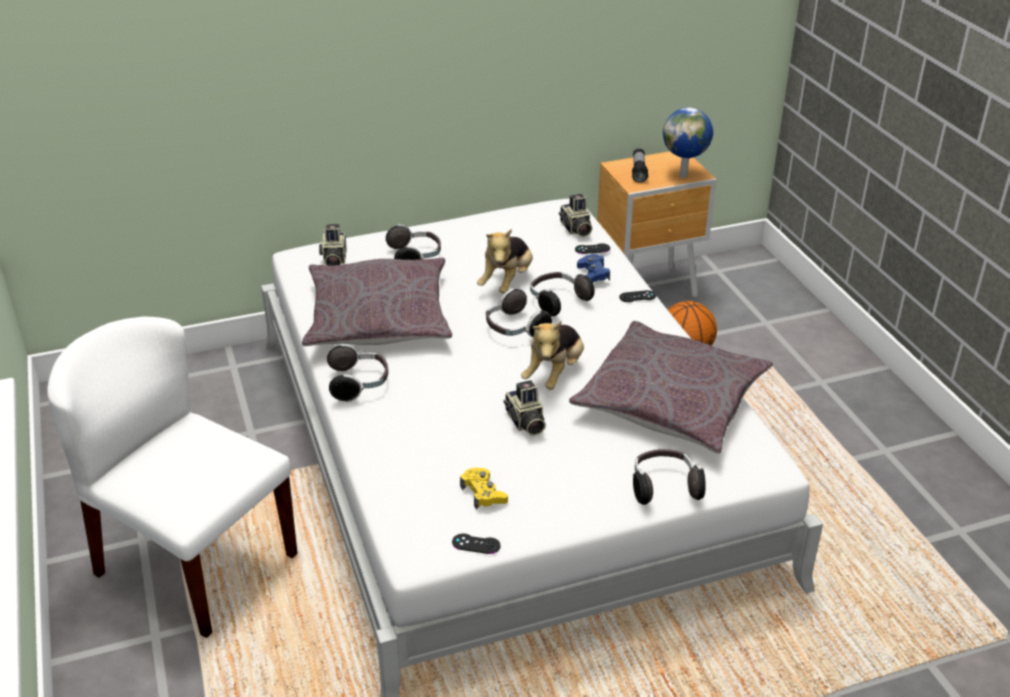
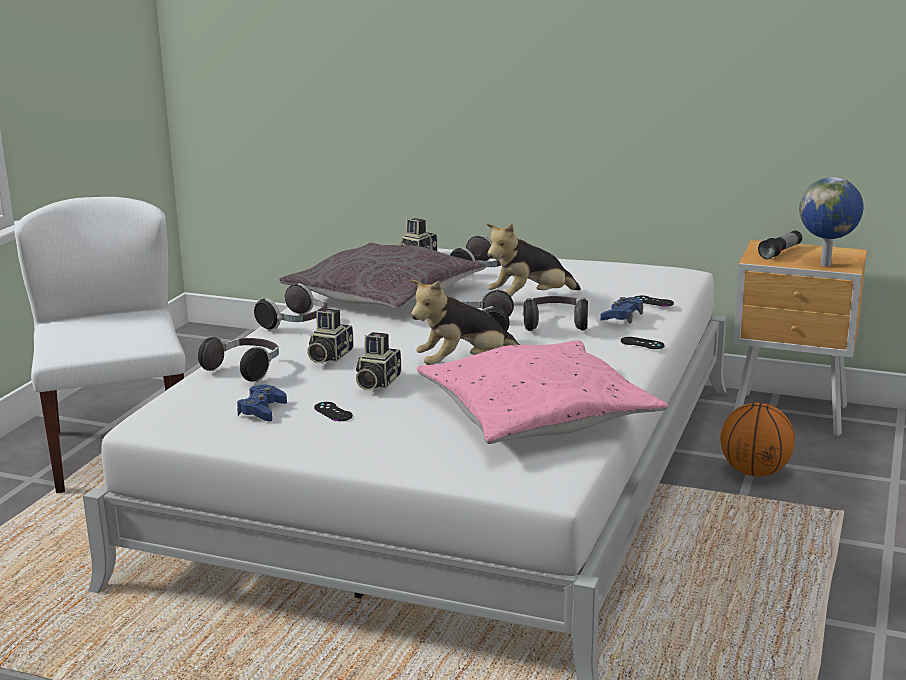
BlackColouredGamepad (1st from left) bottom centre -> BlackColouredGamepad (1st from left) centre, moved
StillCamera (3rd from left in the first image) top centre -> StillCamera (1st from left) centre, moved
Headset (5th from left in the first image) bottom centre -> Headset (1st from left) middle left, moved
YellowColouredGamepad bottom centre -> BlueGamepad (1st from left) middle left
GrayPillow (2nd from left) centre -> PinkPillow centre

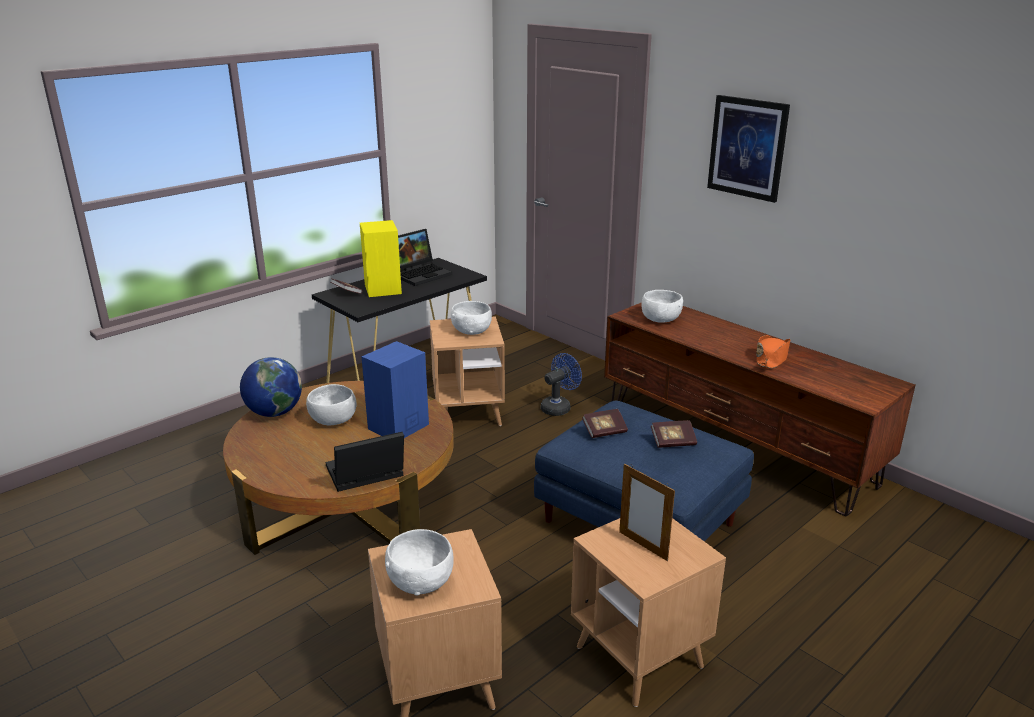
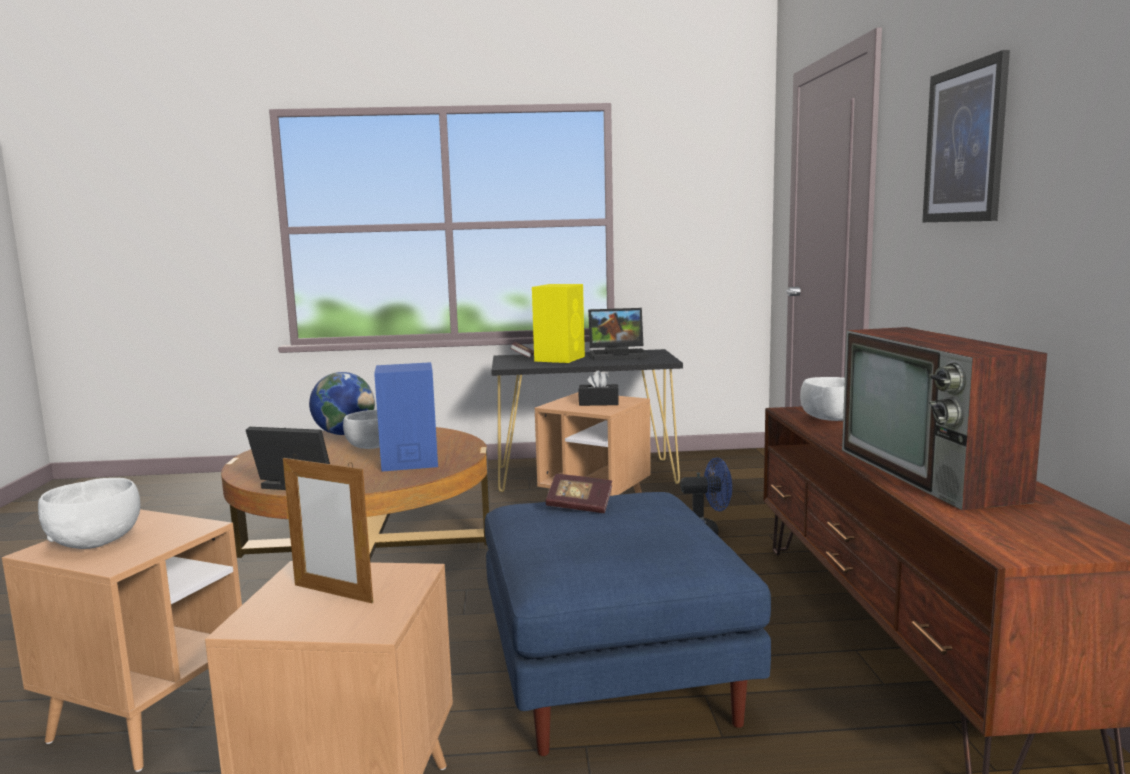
Book (3rd from left) centre -> none
WhiteBowl (3rd from left) centre -> BlackColouredBoxOfTissues centre
OrangeClothingHat middle right -> Television middle right
PhotoFrame bottom centre -> PhotoFrame bottom left, 60 degrees counterclockwise

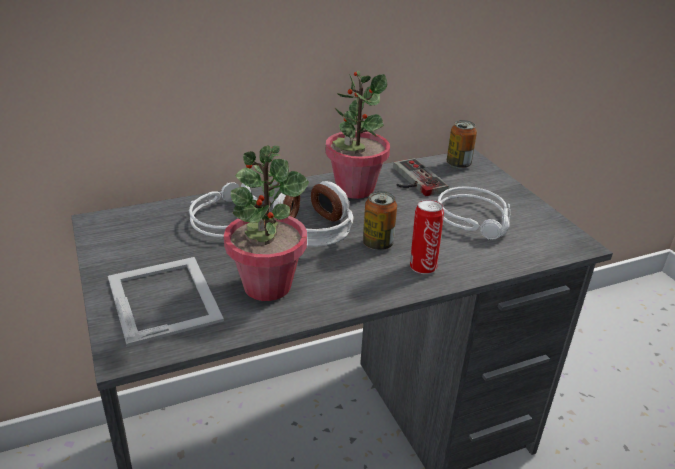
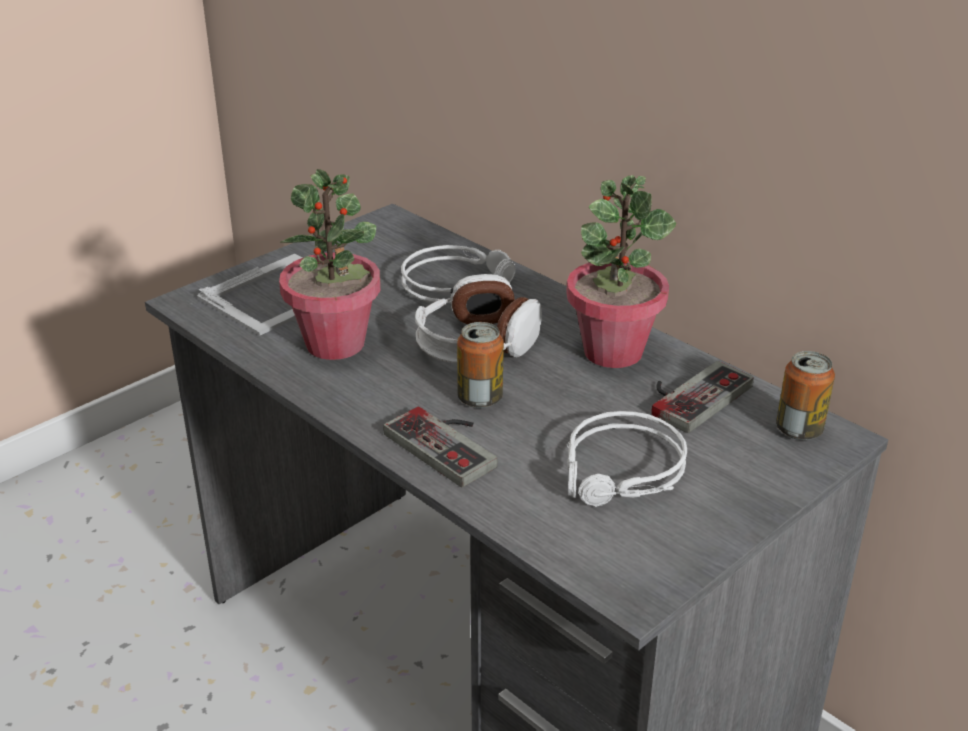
SealedCan (2nd from left) centre -> Gamepad (1st from left) centre

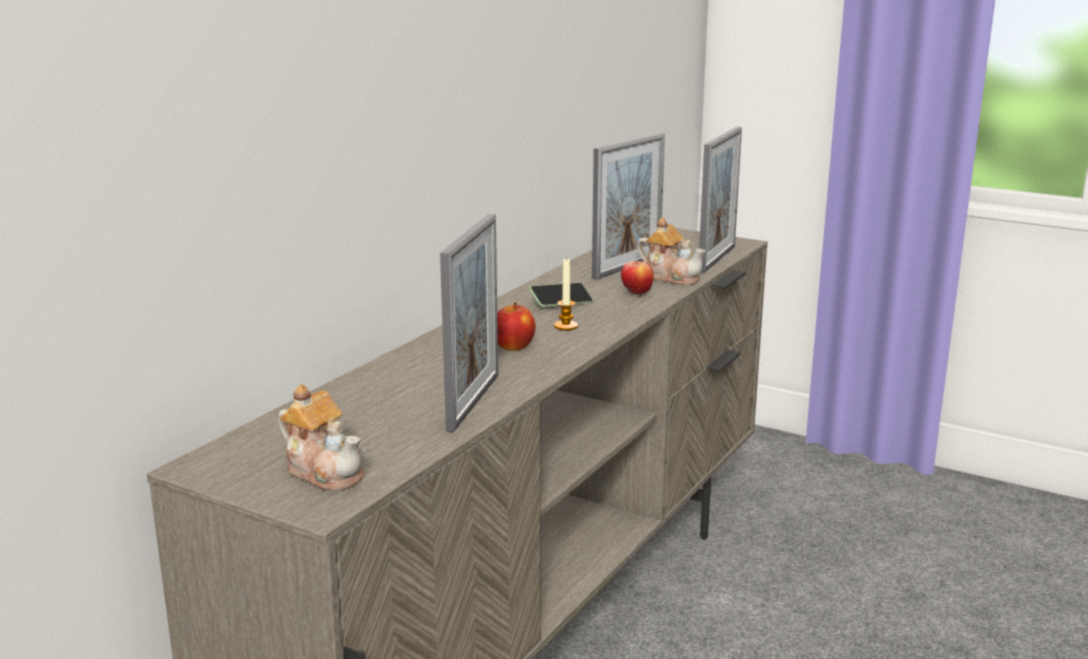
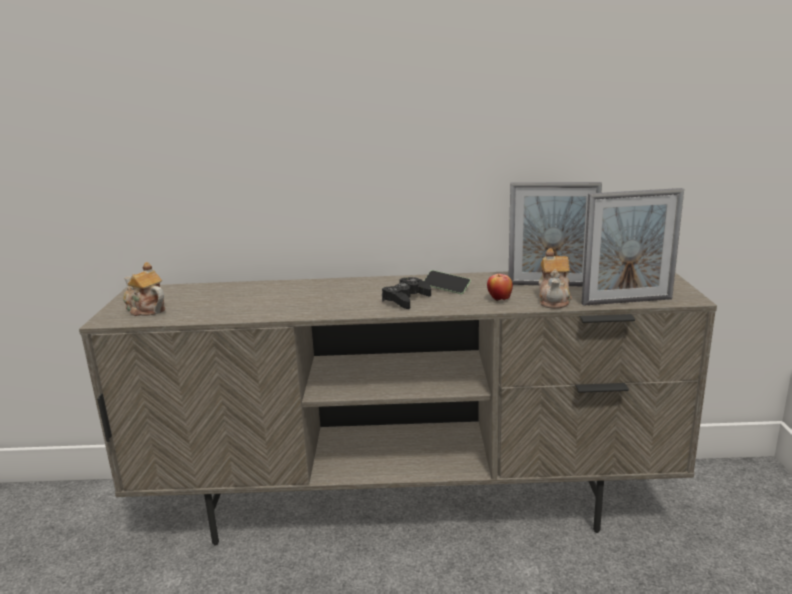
PhotoFrame (1st from left) centre -> none
Apple (1st from left) centre -> none
Candle centre -> BlackColouredGamepad centre
PotForTea (1st from left) middle left, 120 degrees clockwise

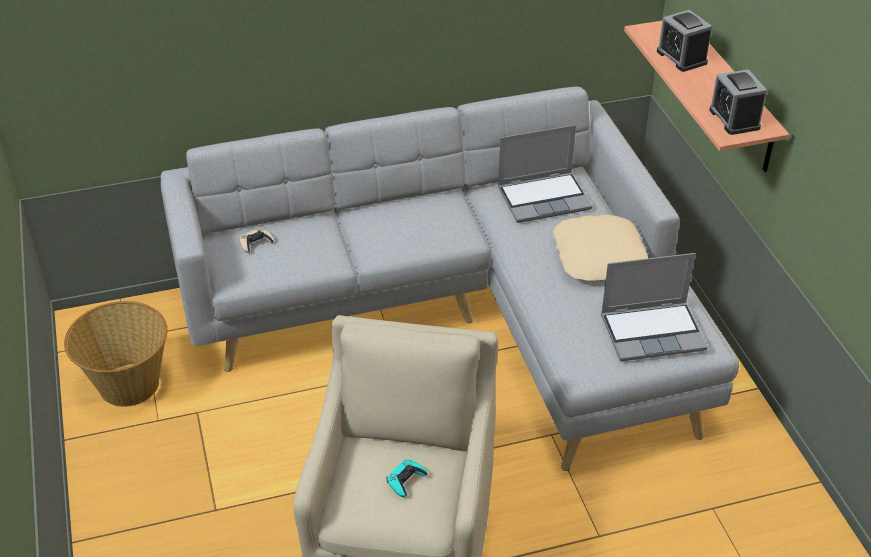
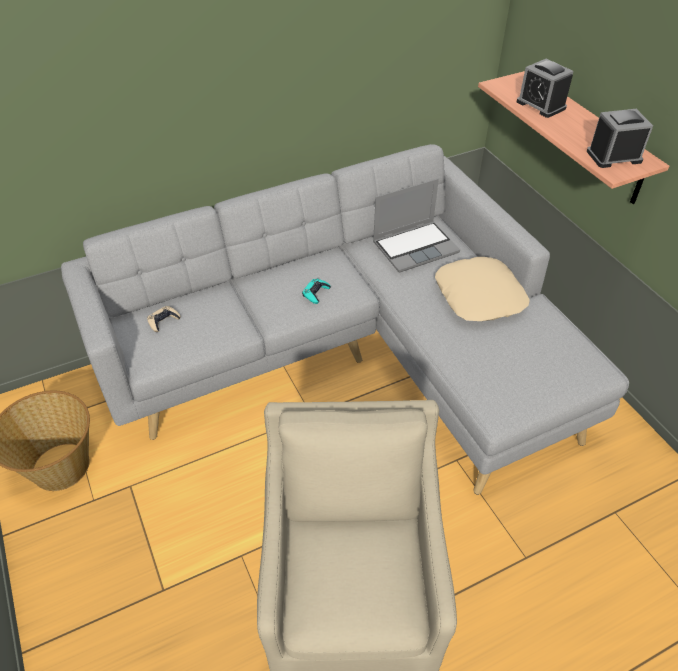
PortableComputer (2nd from left) middle right -> none
BlueGreenGamepad bottom centre -> BlueGreenGamepad centre, moved
BedsideClock (2nd from left) top right, 105 degrees clockwise

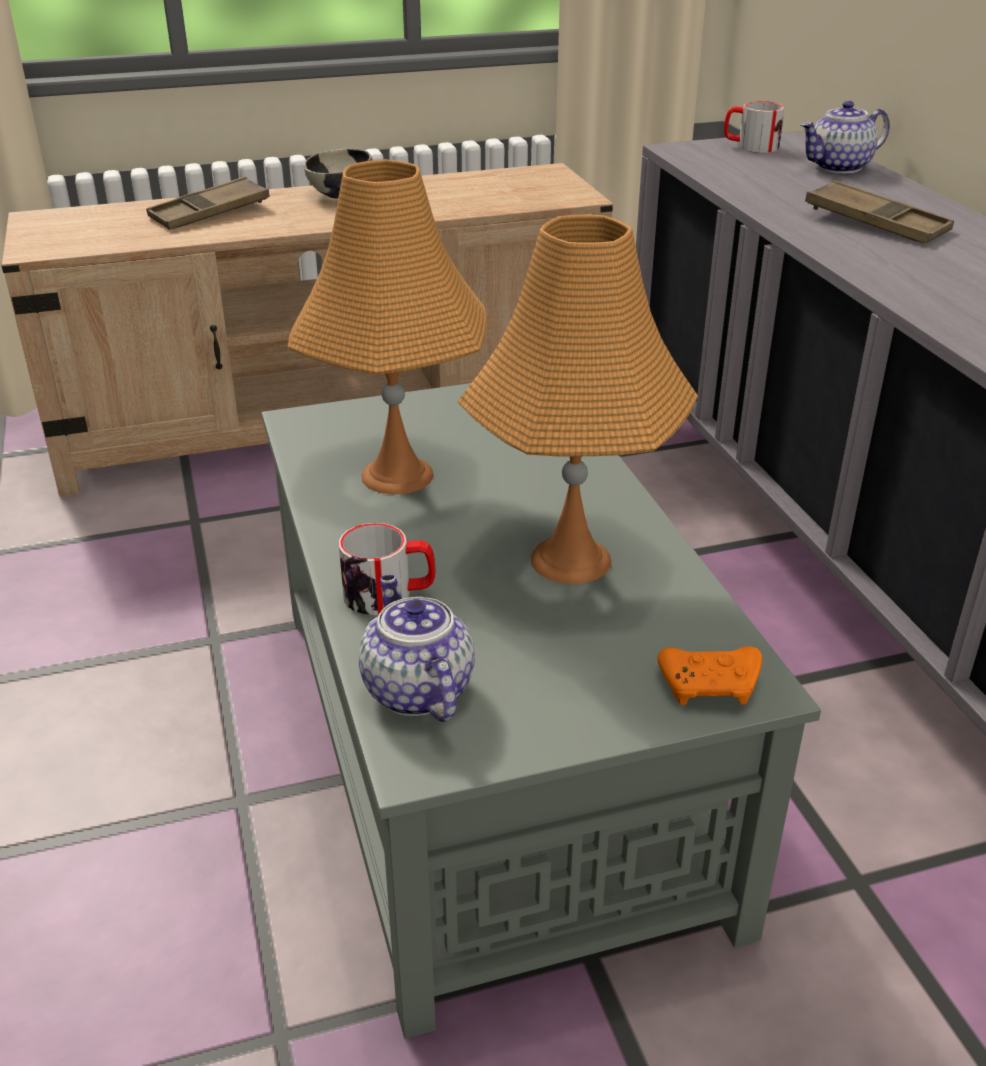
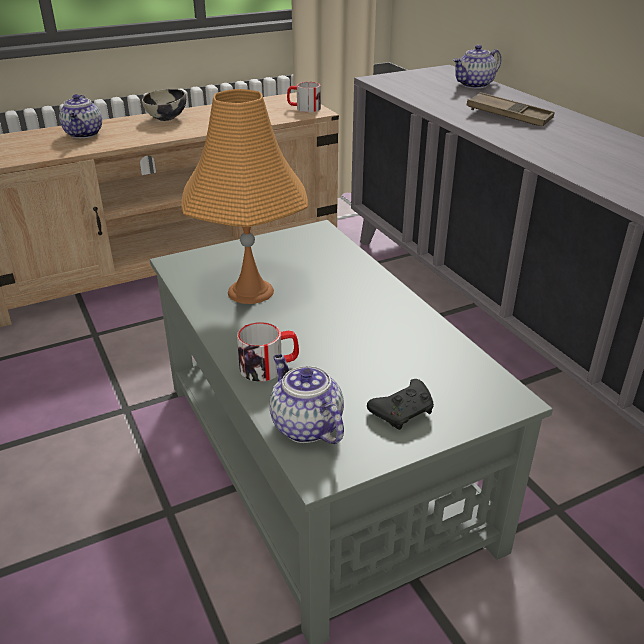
OrangeTableLamp (2nd from left) centre -> none
OrangeGamepad middle right -> none
none -> BlackColouredGamepad centre
TeaMug (2nd from left) top right -> TeaMug (2nd from left) top centre, moved
BrownColouredServingTray (1st from left) top left -> PotForTea (1st from left) top left

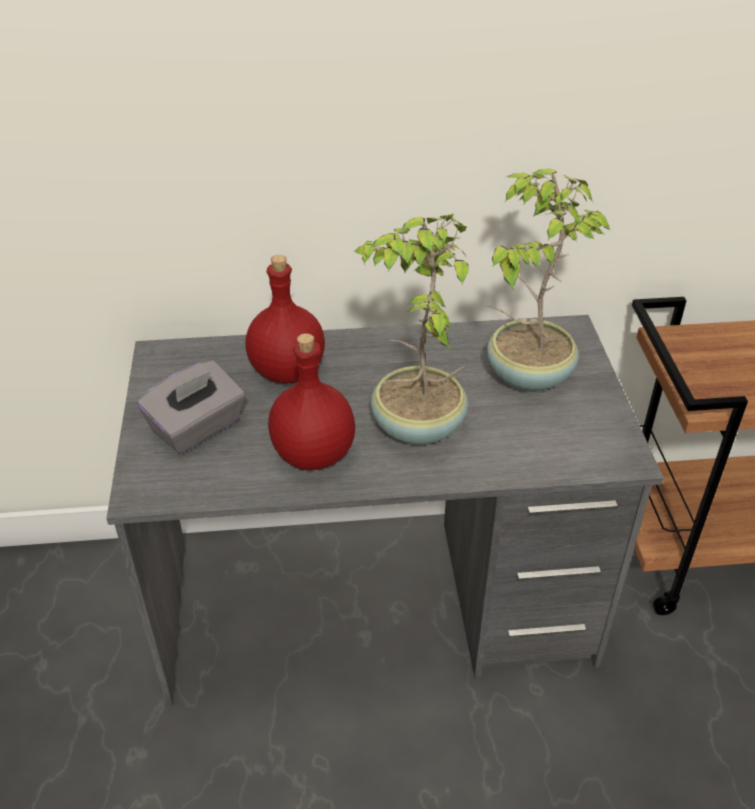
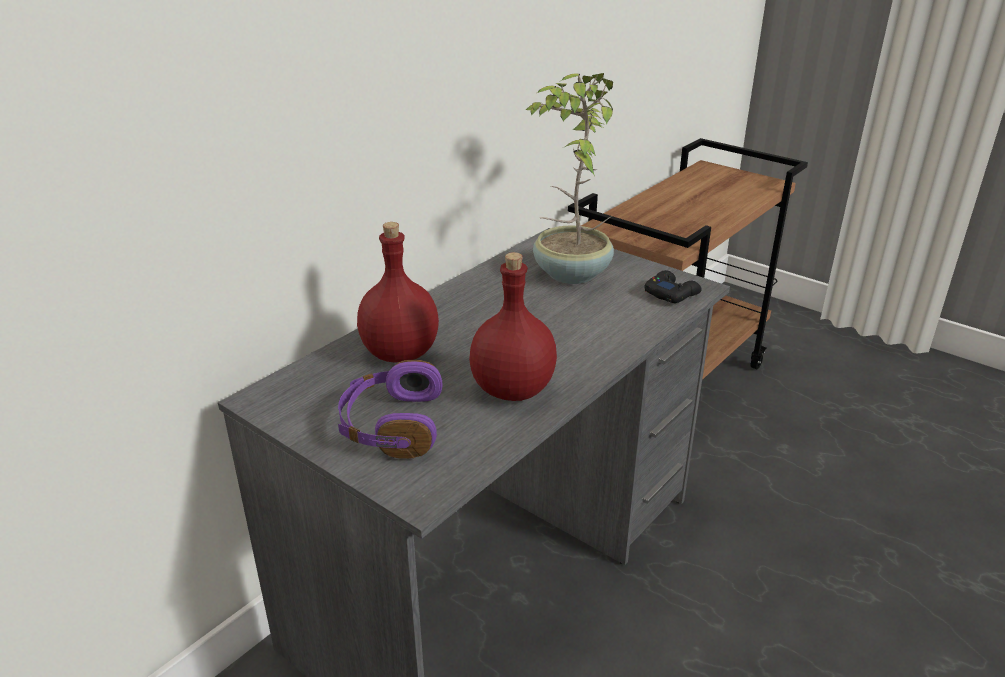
PlantInAPot (1st from left) centre -> none
none -> BlackColouredGamepad middle right
GrayBoxOfTissues middle left -> PurpleHeadset centre

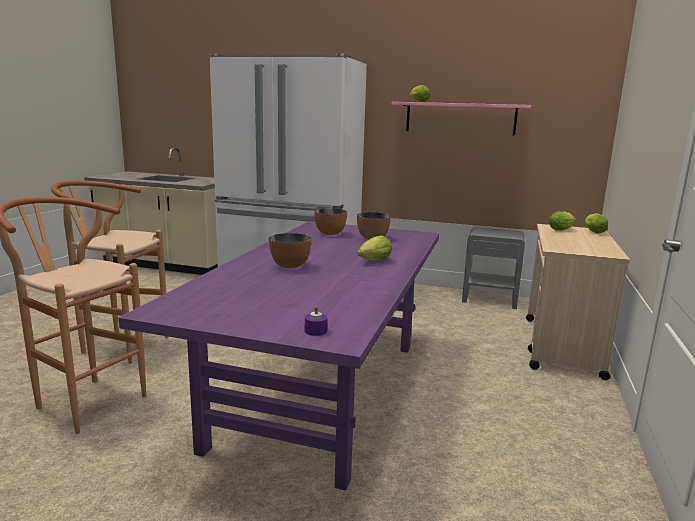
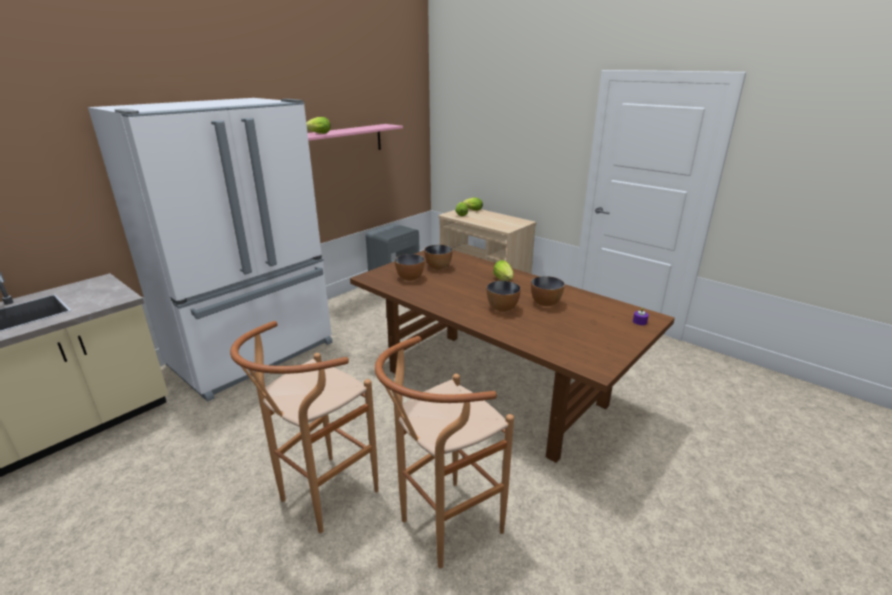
none -> Bowl (4th from left) centre
PurpleDinnerTable bottom centre -> BrownColouredDinnerTable centre

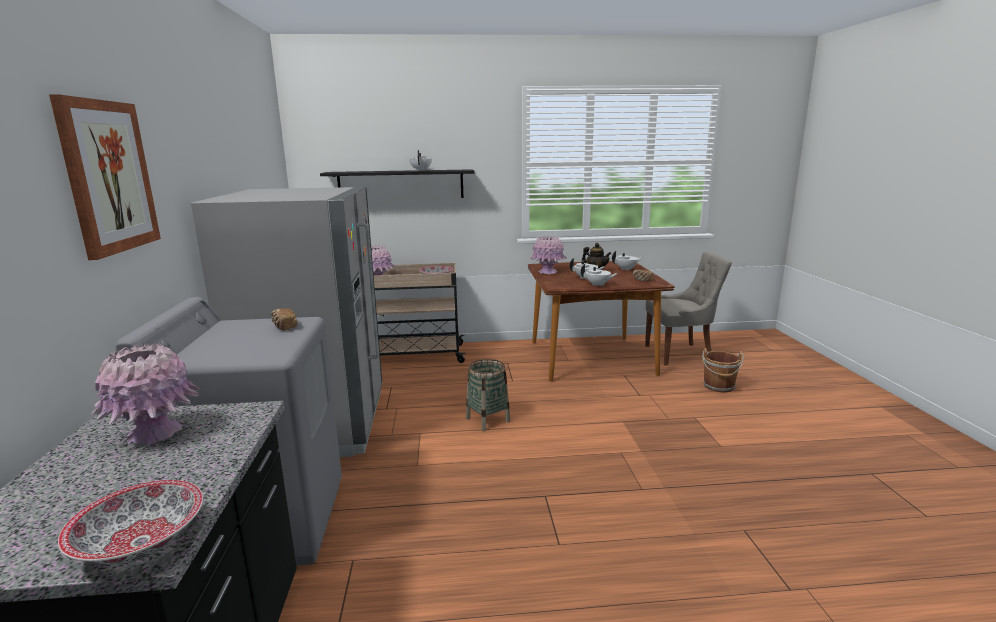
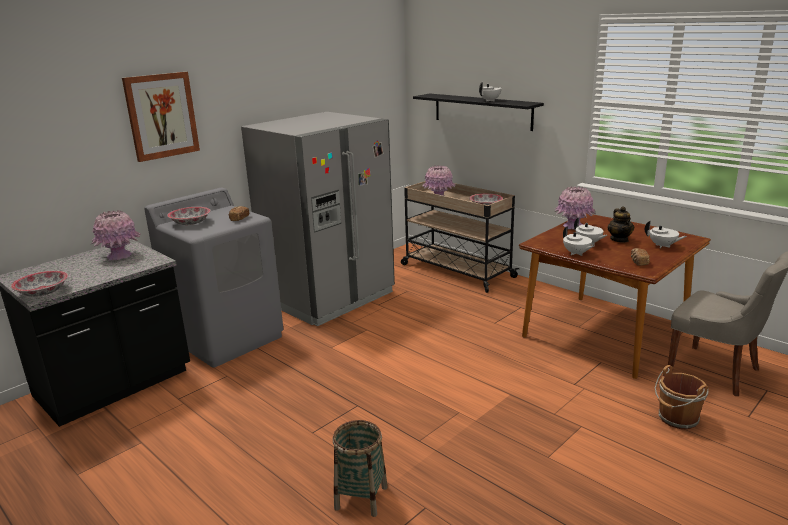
none -> Bowl (2nd from left) middle left
Basket centre -> Basket bottom centre, moved

